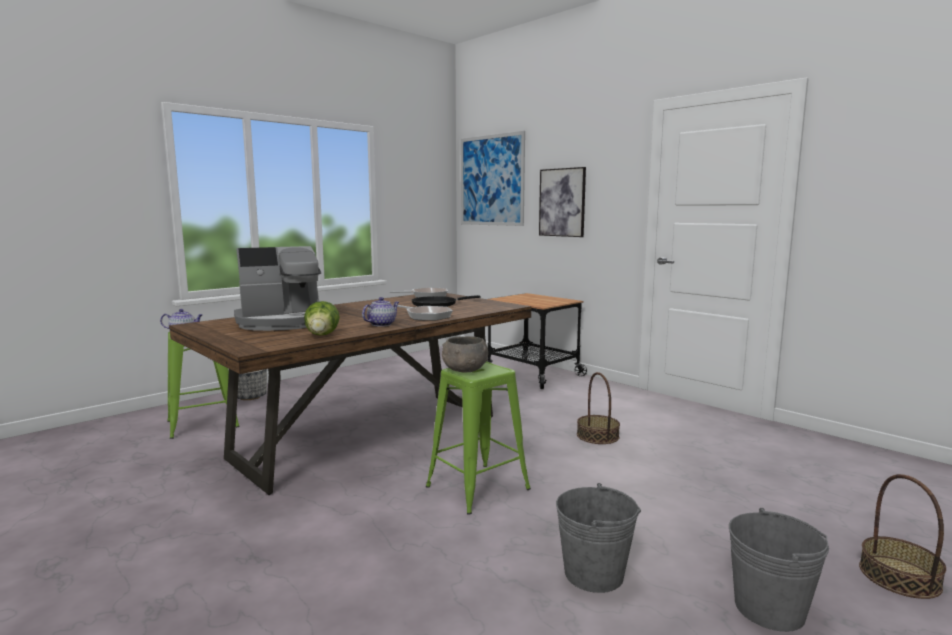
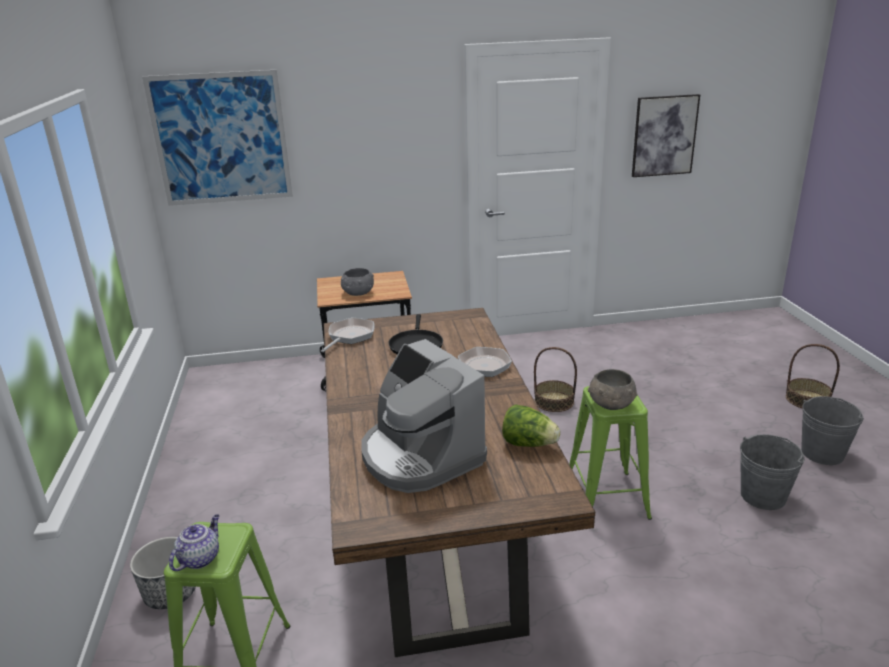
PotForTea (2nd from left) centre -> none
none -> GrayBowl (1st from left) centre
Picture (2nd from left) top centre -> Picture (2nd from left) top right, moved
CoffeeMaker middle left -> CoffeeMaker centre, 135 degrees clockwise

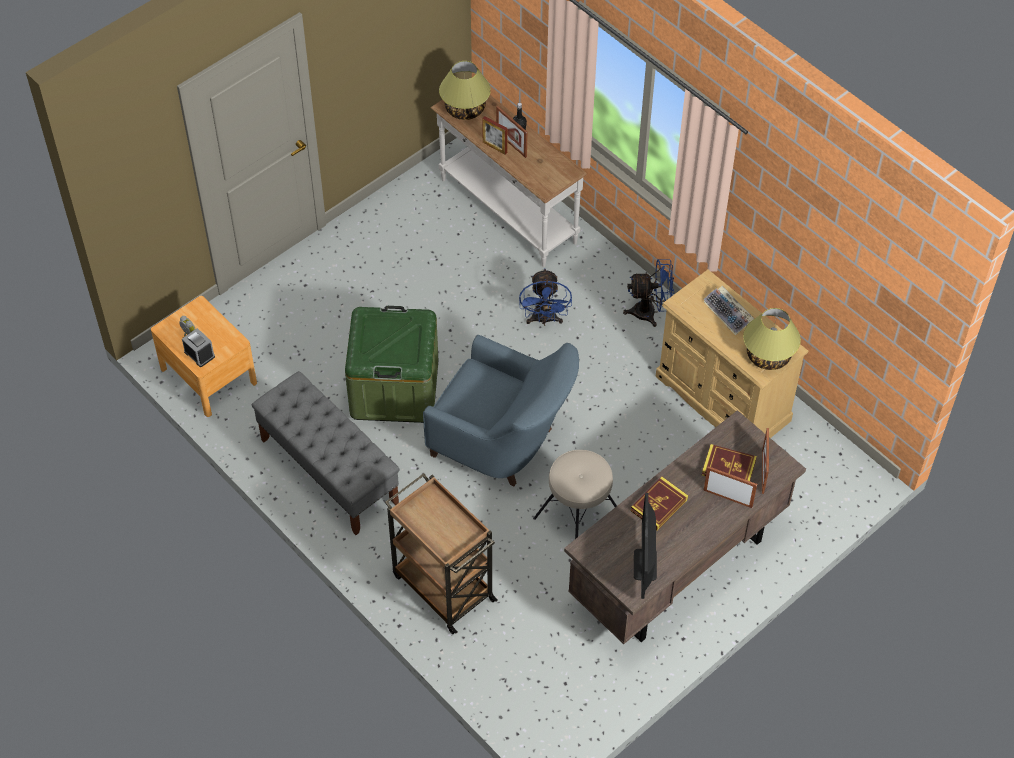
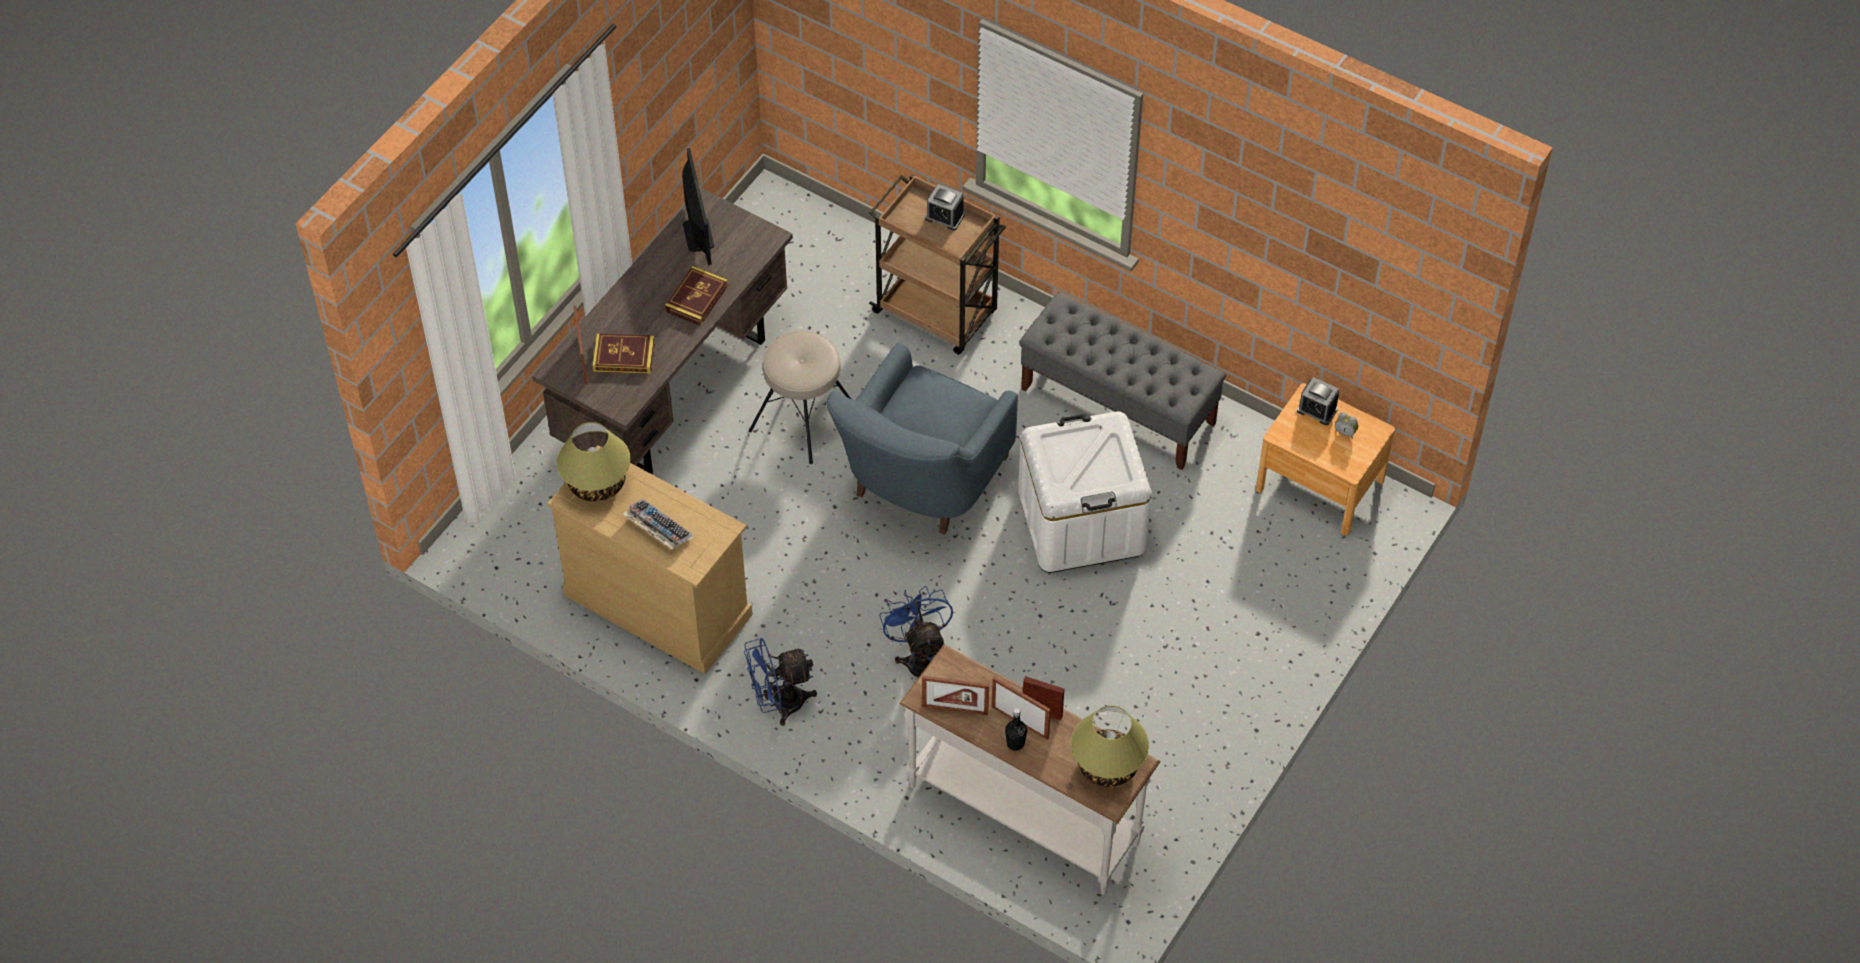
none -> BedsideClock (1st from left) top centre
PhotoFrame (3rd from left in the first image) middle right -> PhotoFrame (2nd from left) bottom centre, moved
GreenStorageBox centre -> WhiteStorageBox centre
BlueEasyChair centre, 75 degrees counterclockwise

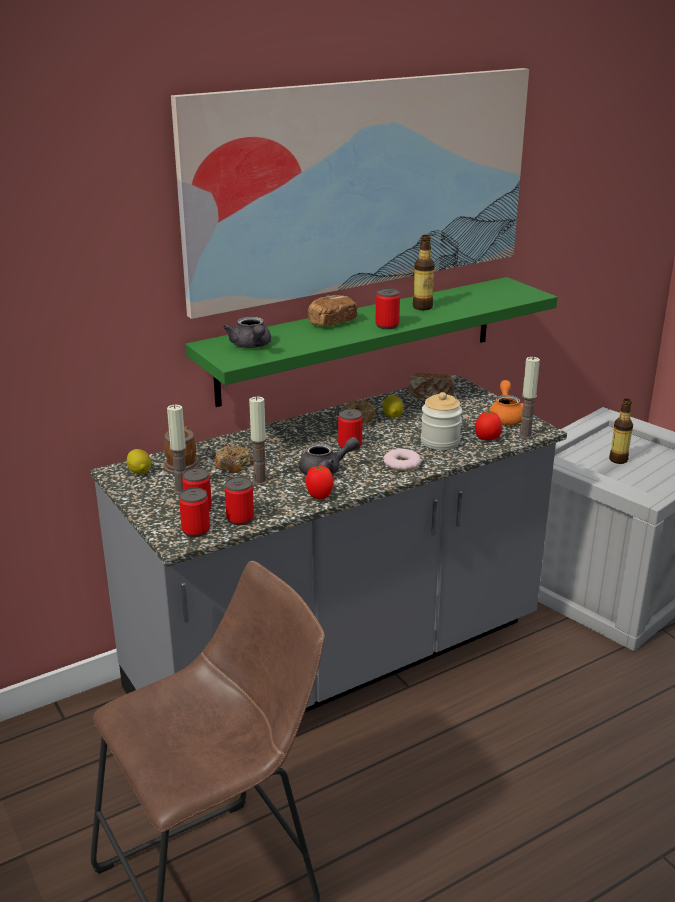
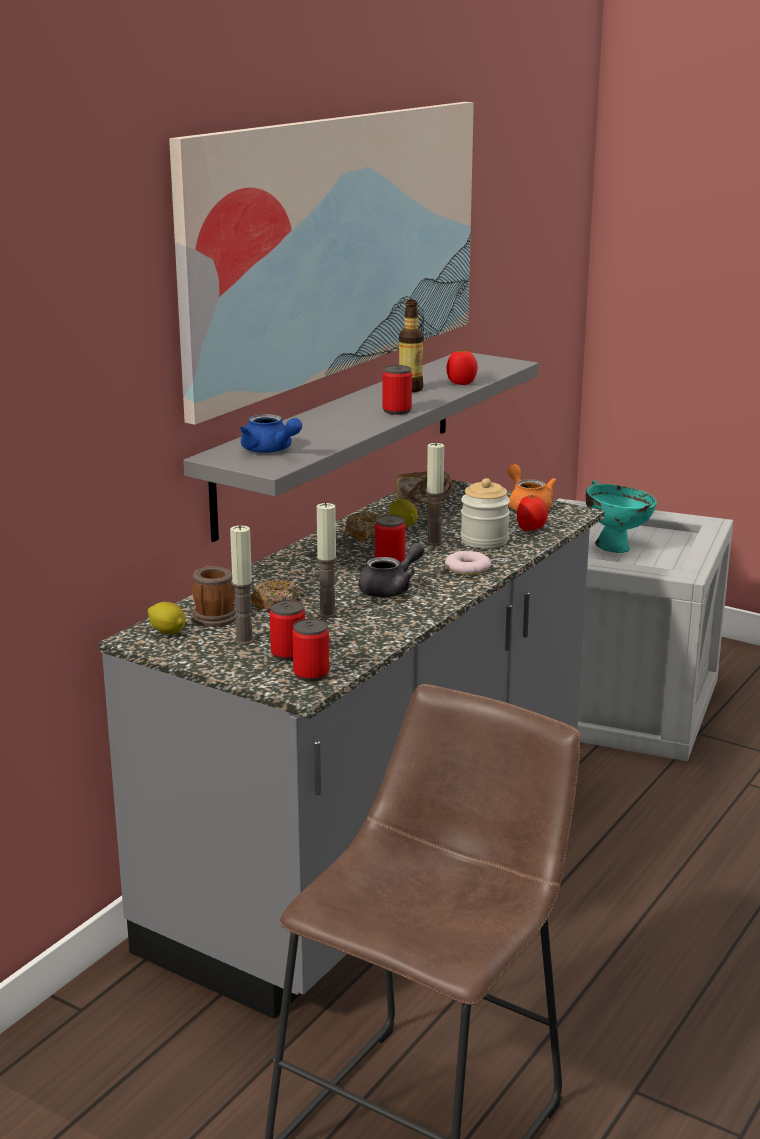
SealedCan (3rd from left) centre -> none
BakeryBread (1st from left) centre -> none
WholeTomato (1st from left) centre -> WholeTomato (1st from left) top centre, moved
Candle (3rd from left) middle right -> Candle (3rd from left) centre, moved
DrinkBottle (2nd from left) middle right -> BlueGreenBowl middle right
GreenWallShelf centre -> GrayWallShelf centre
GrayPotForTea (1st from left) centre -> BluePotForTea centre

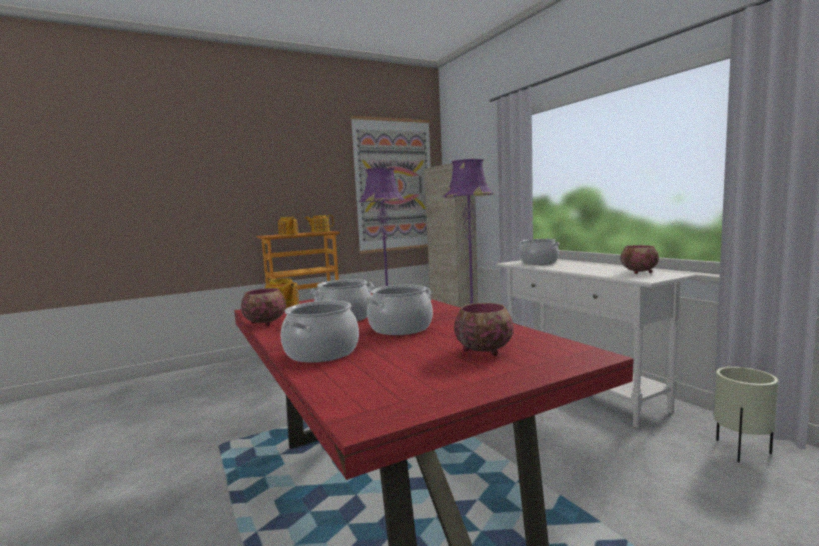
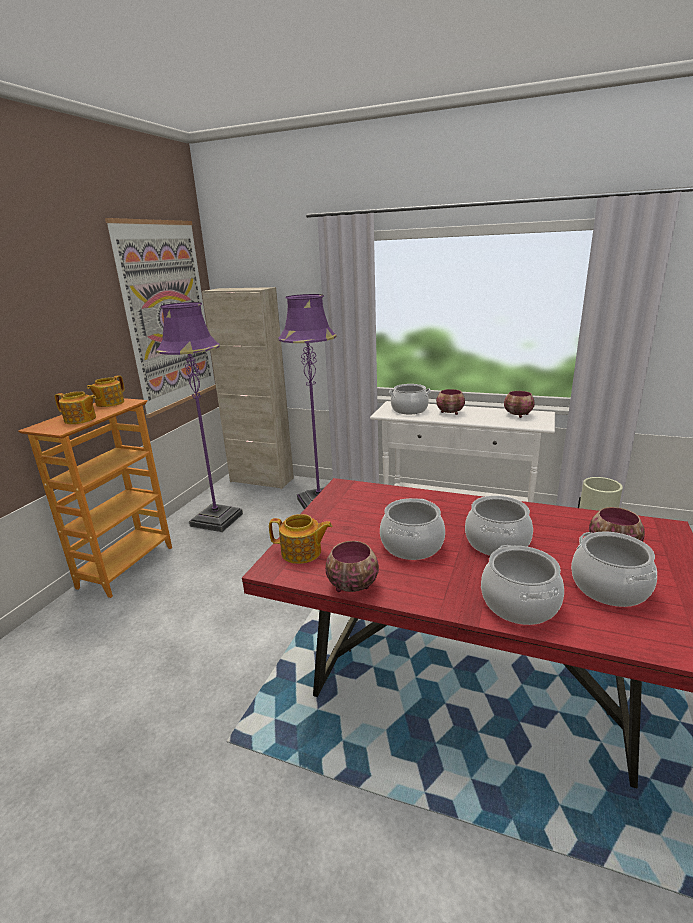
none -> Bowl (2nd from left) centre
none -> Saucepot (5th from left) middle right

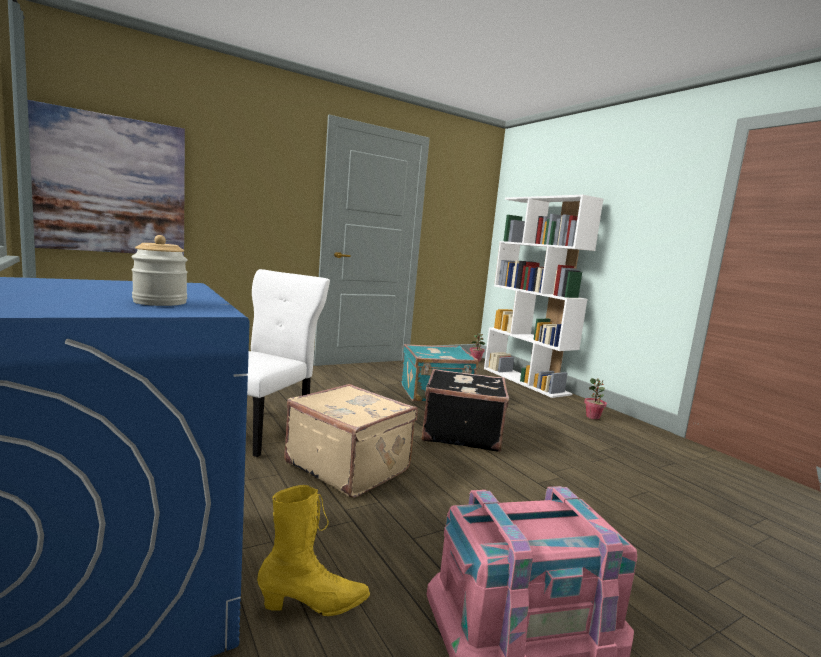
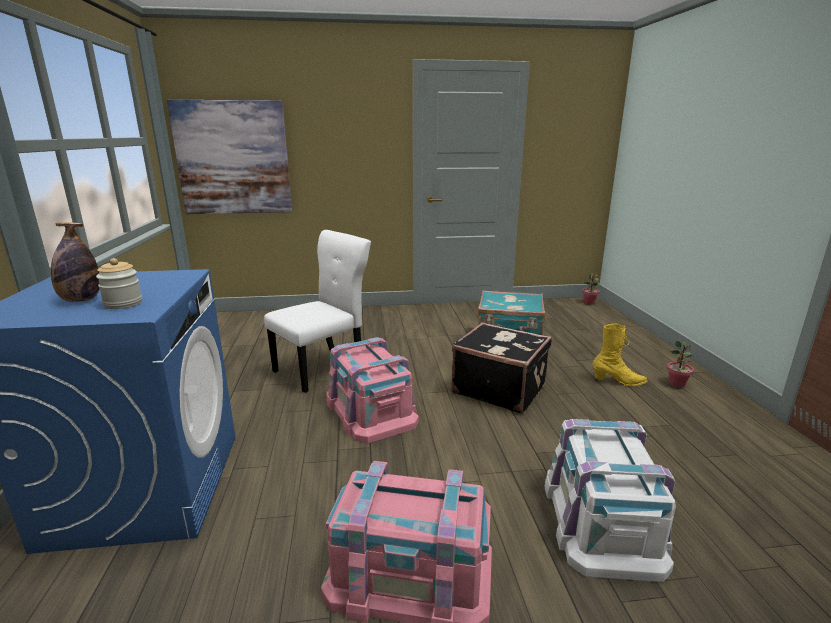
WhiteShelvingUnit centre -> none
none -> DrinkBottle middle left
none -> WhiteStorageBox bottom right
YellowColouredBoot bottom centre -> YellowColouredBoot middle right, moved
BeigeColouredSuitcase bottom centre -> PinkStorageBox (1st from left) centre

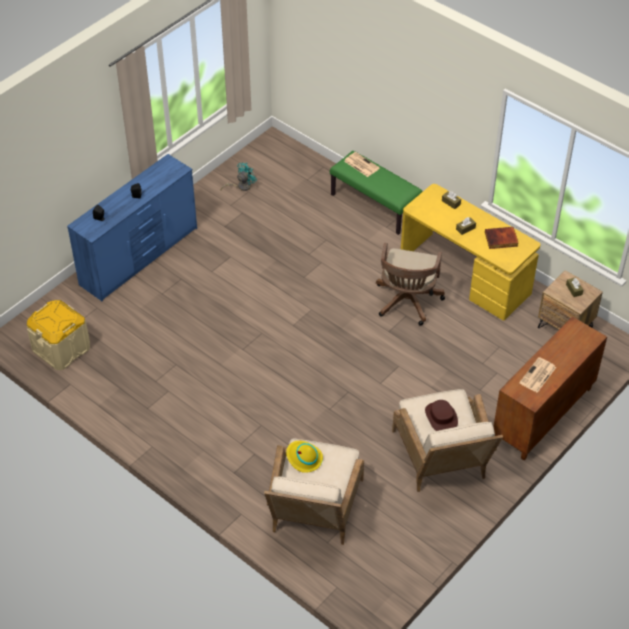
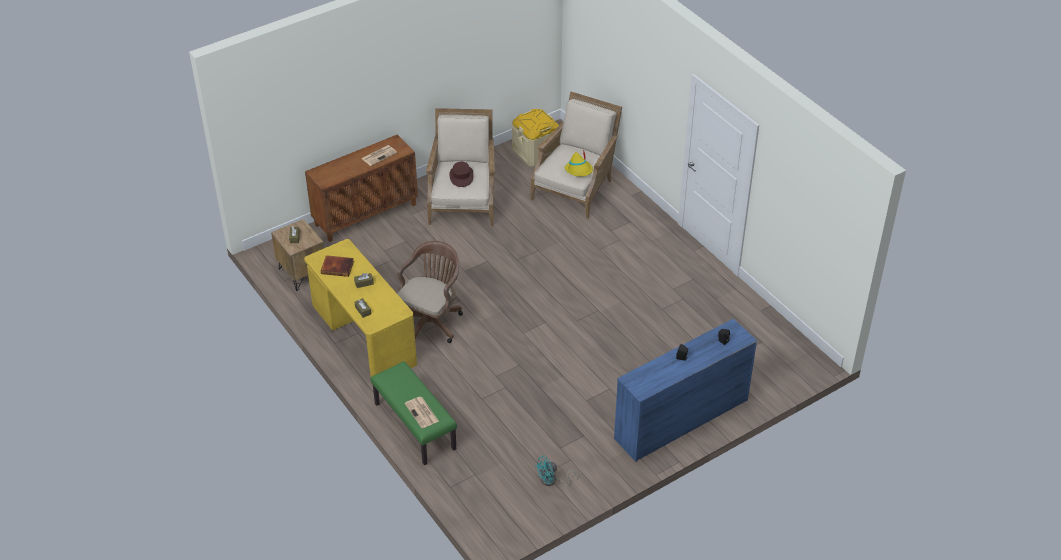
BeigeColouredStorageBox middle left -> BeigeColouredStorageBox top centre, moved

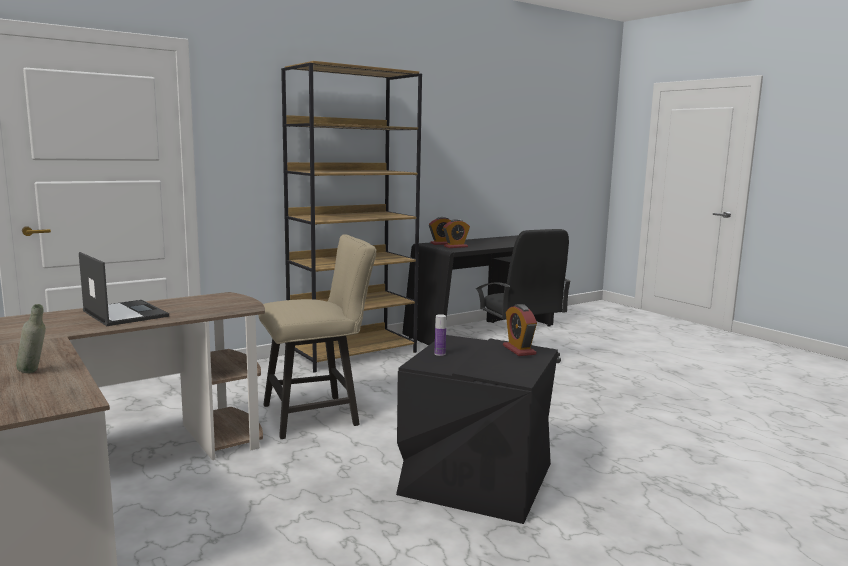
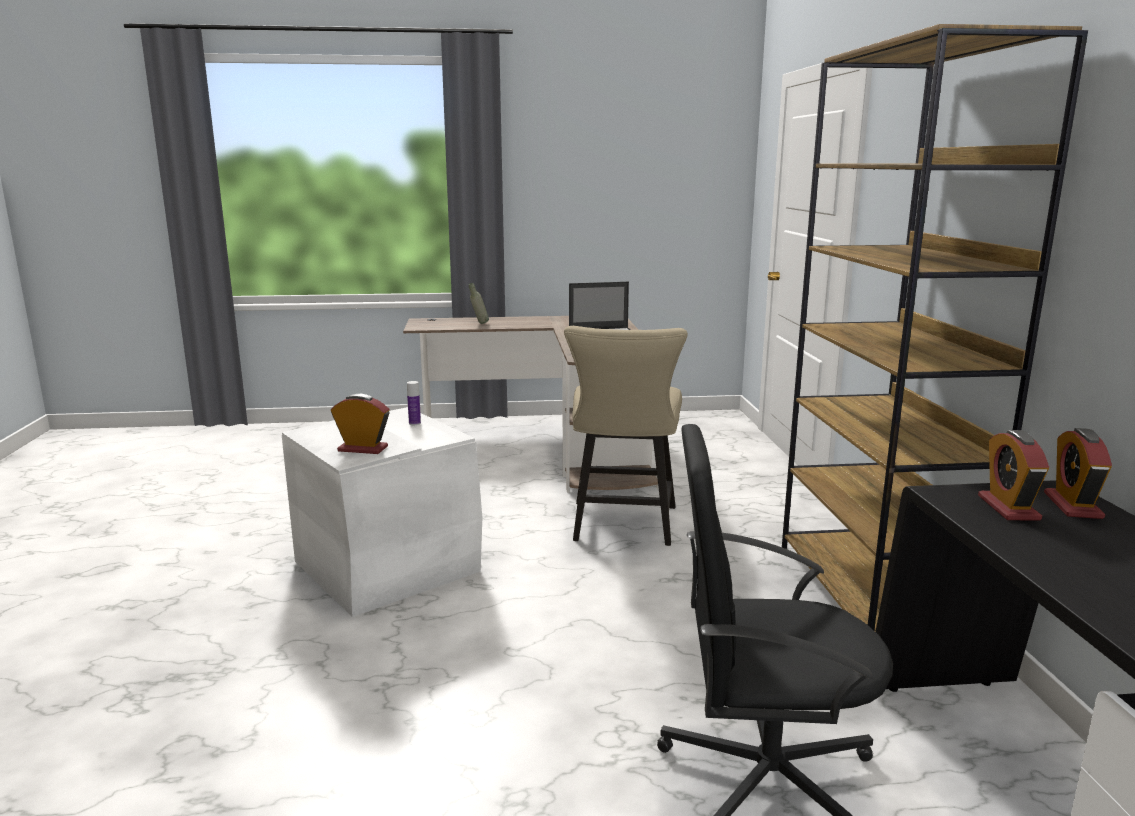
BlackColouredStorageBox bottom centre -> WhiteStorageBox centre

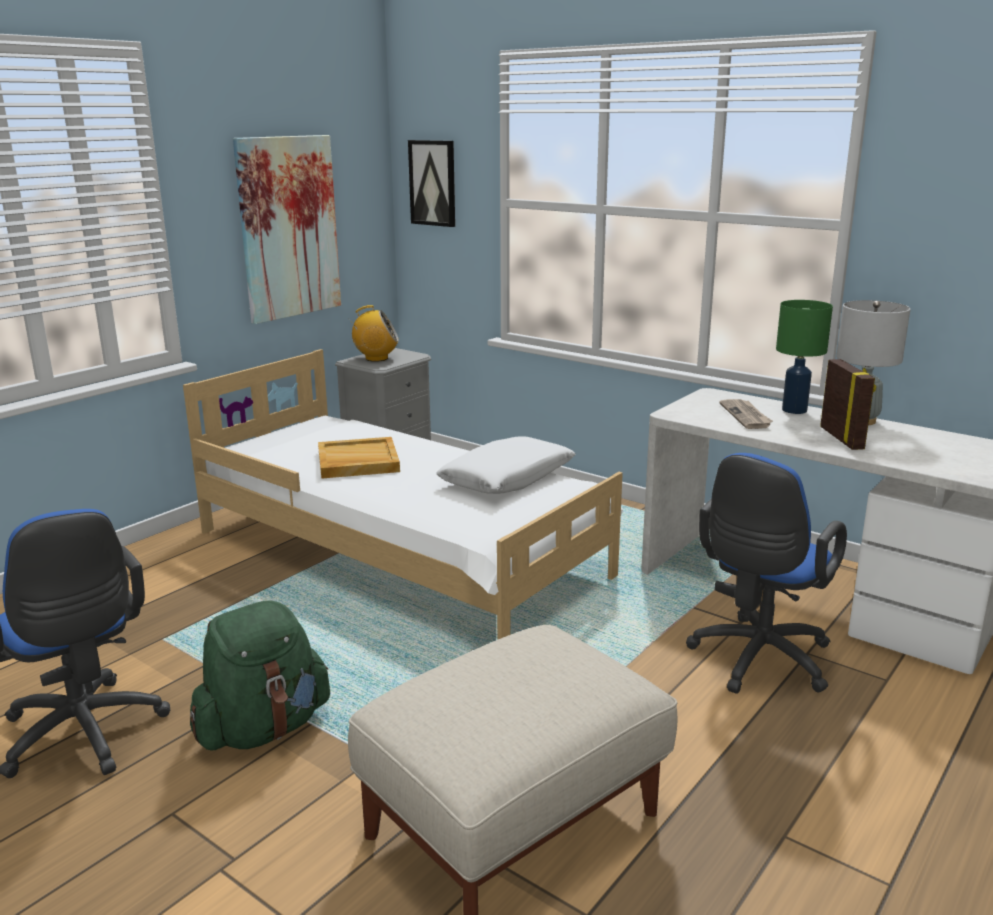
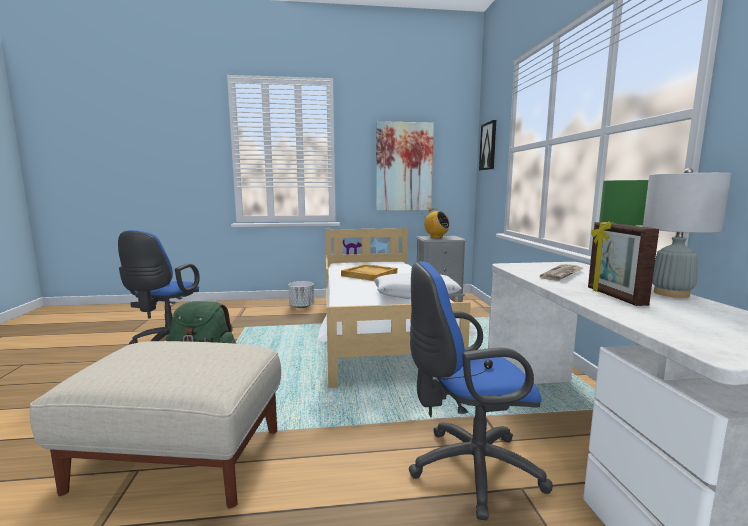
none -> WhitePlanter centre
PhotoFrame middle right, 135 degrees clockwise

